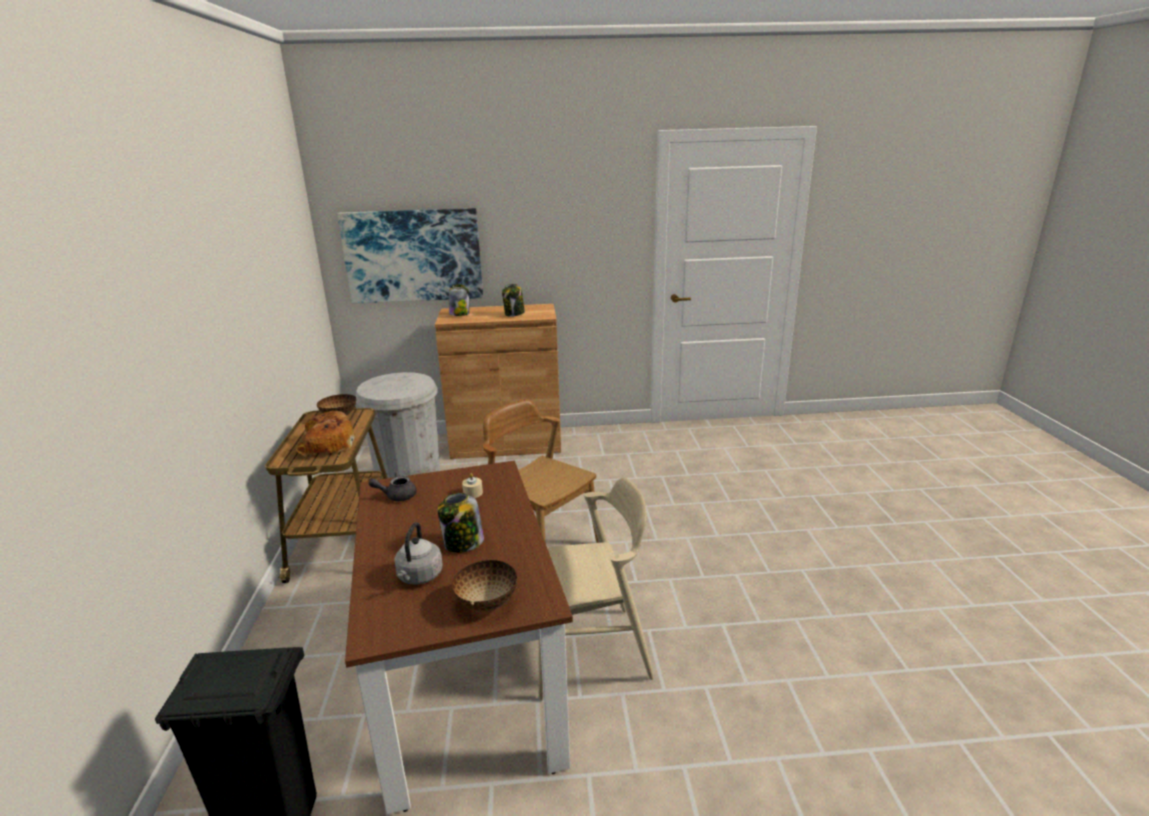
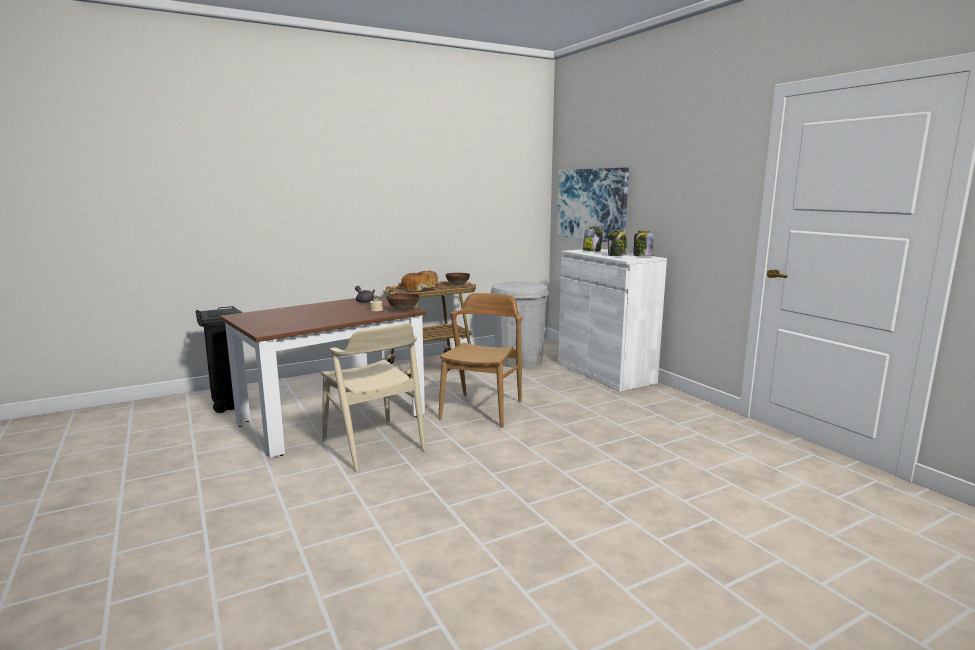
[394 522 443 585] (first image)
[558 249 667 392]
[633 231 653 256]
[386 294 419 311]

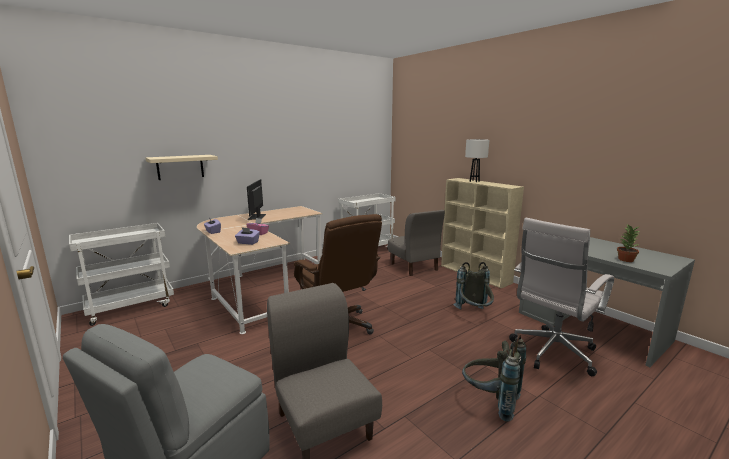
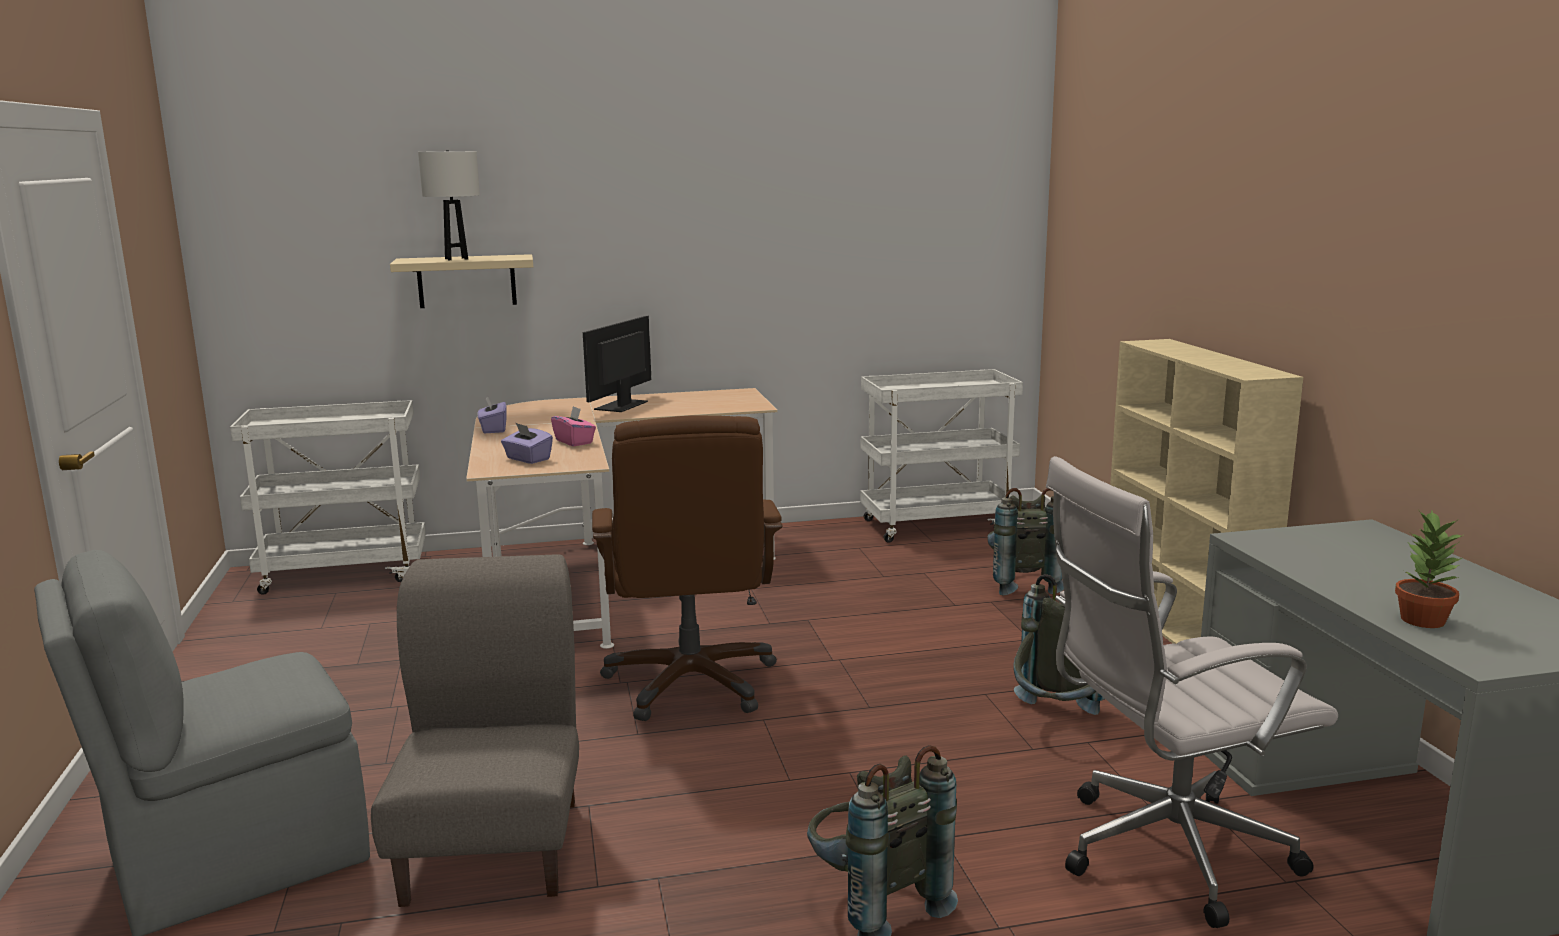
[988 488 1064 595]
[418 151 480 261]

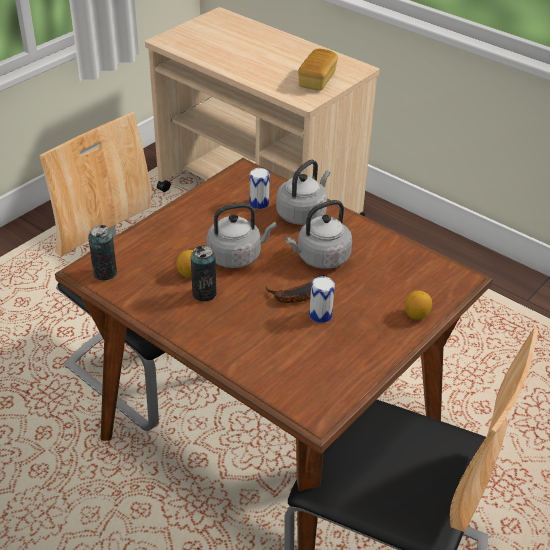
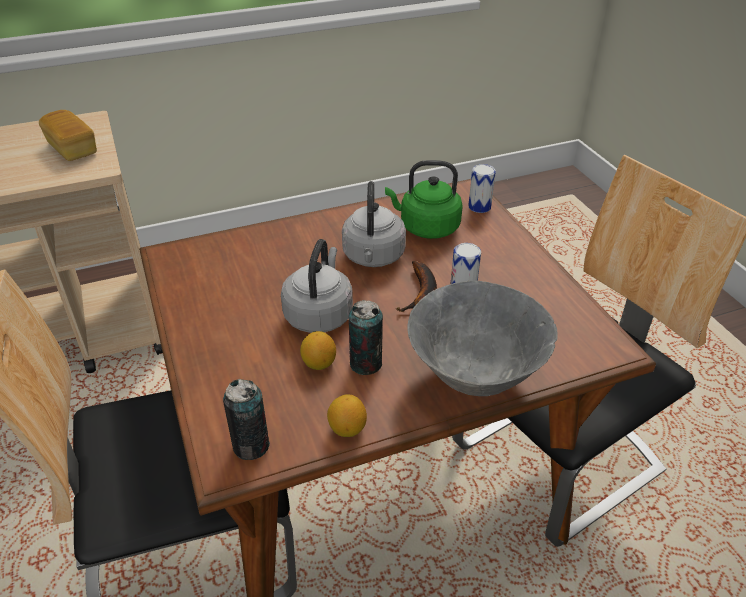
[468 164 496 213]
[276 160 330 225] (first image)
[327 394 367 437]
[385 160 463 239]
[407 281 558 396]

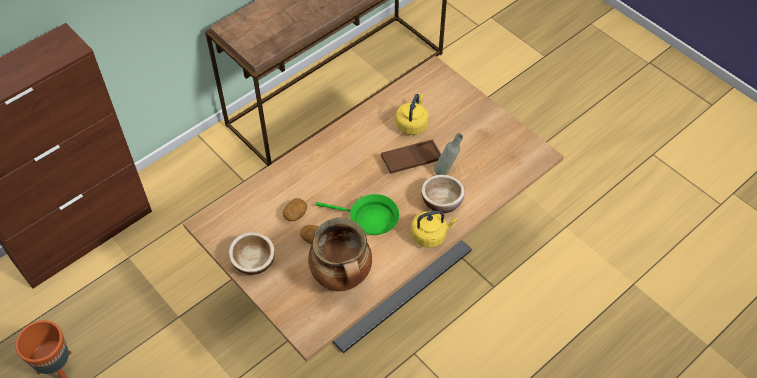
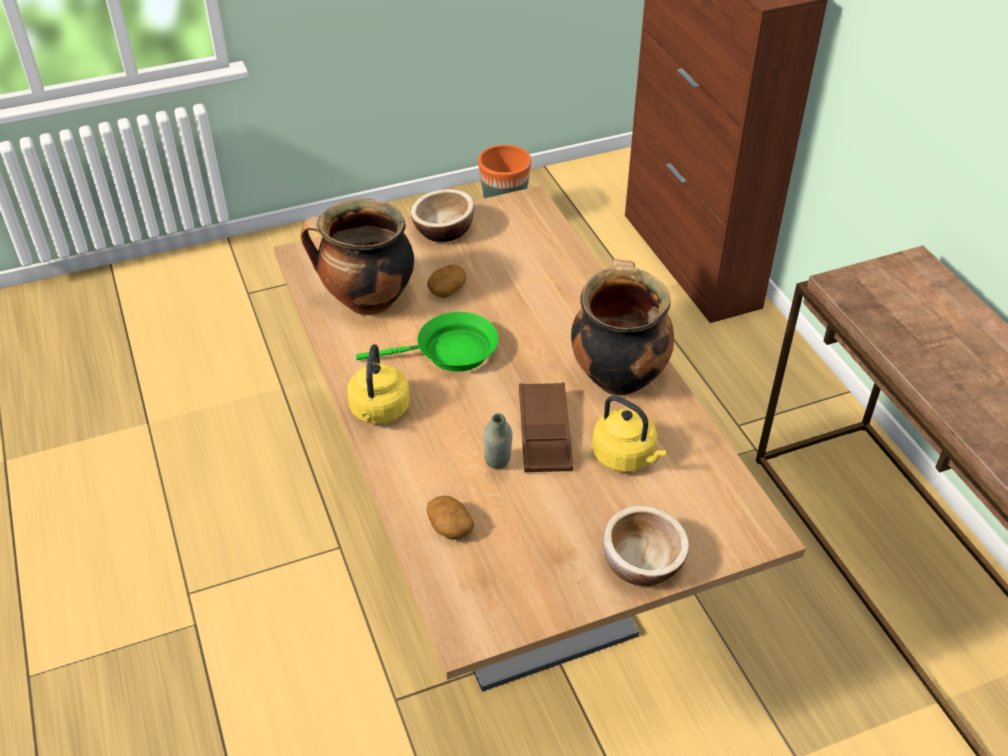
[427 496 474 540]
[356 312 499 372]
[603 506 689 586]
[571 259 674 396]

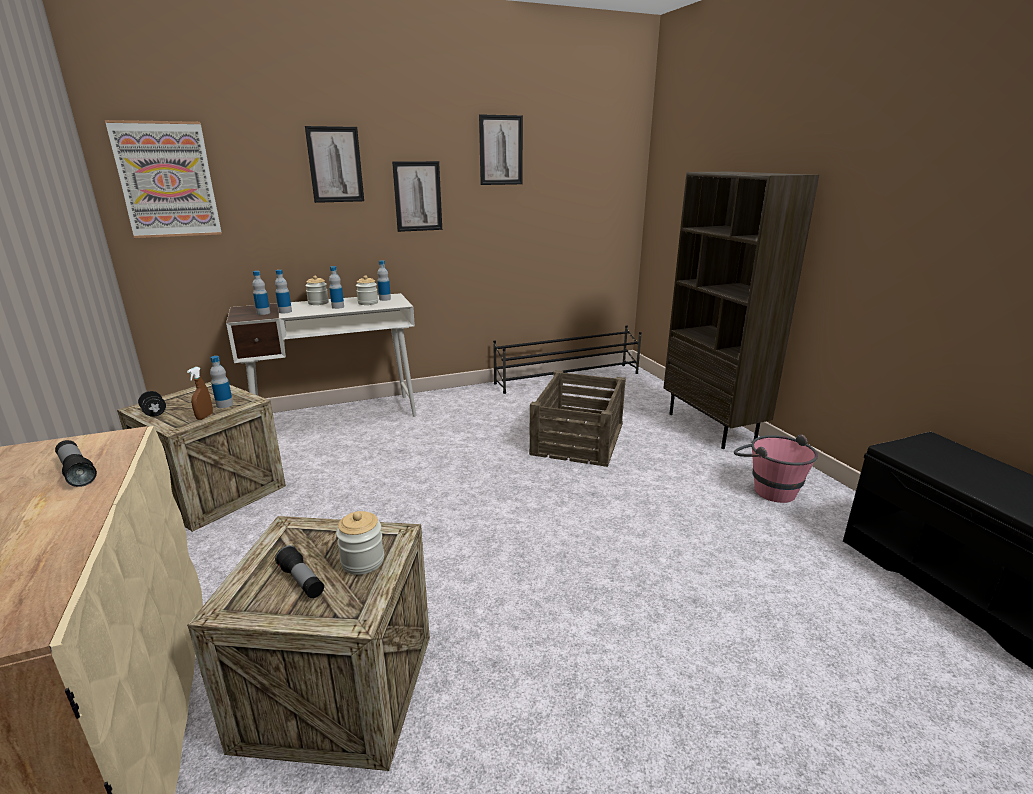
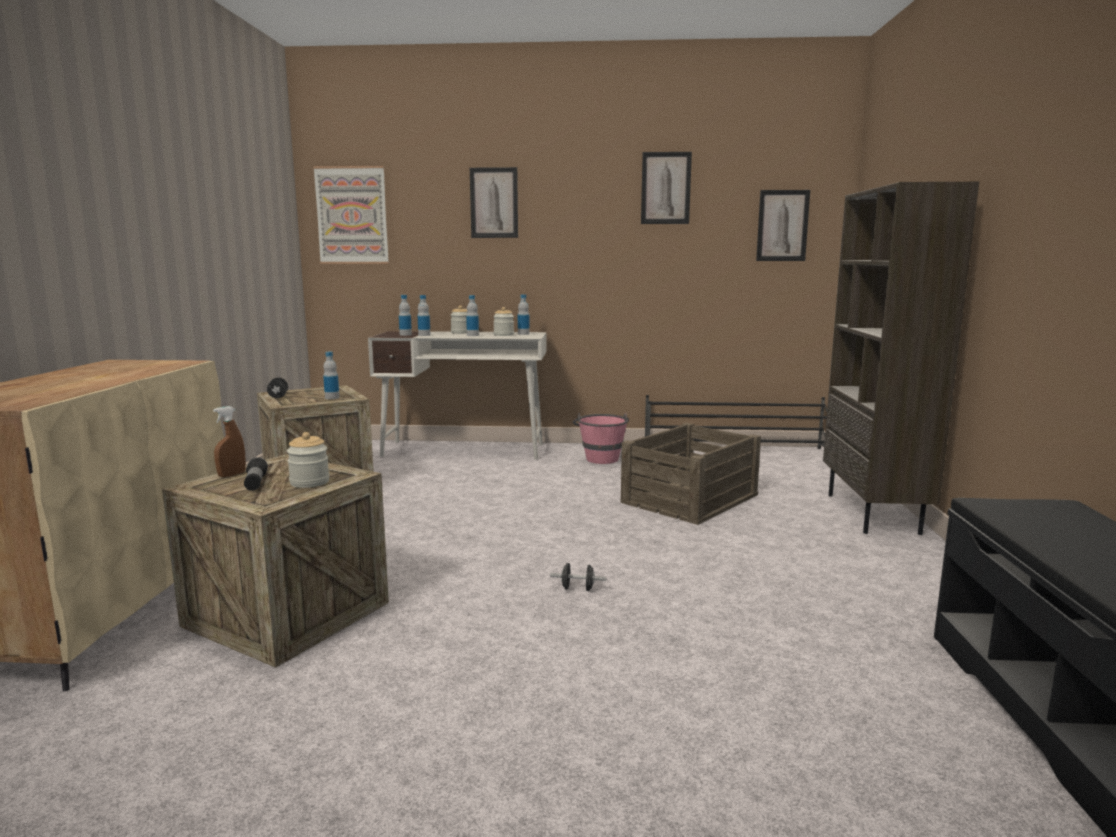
[55 440 97 487] (first image)
[213 406 246 477]
[756 190 810 261]
[573 412 629 464]
[550 563 606 591]

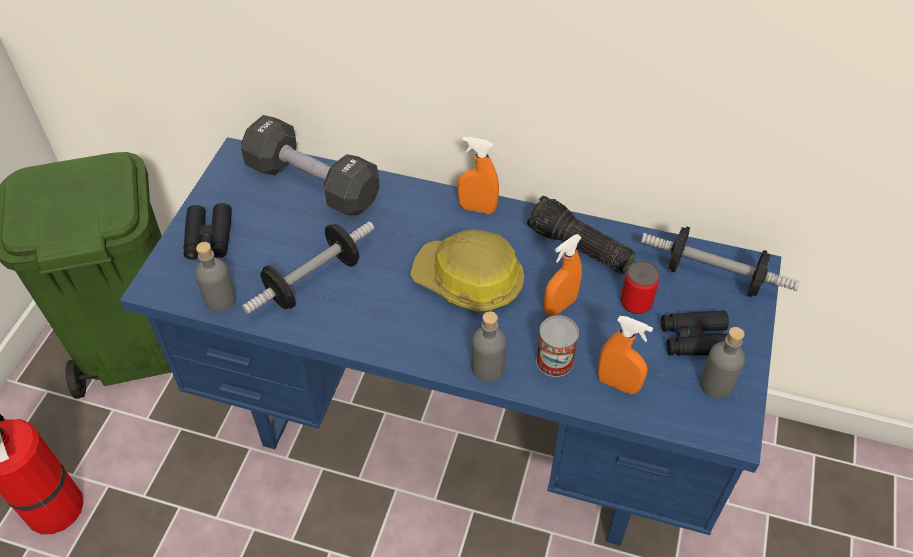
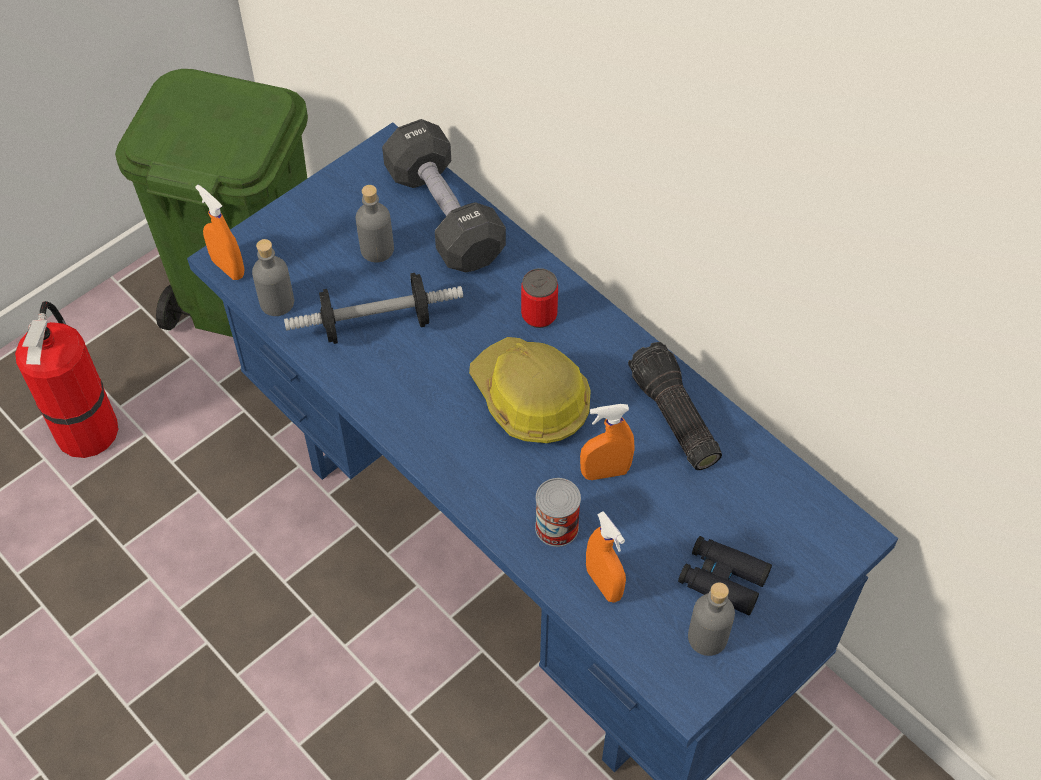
[183 203 232 260] (first image)
[195 185 244 280]
[356 185 394 262]
[521 268 558 328]
[641 226 800 297] (first image)

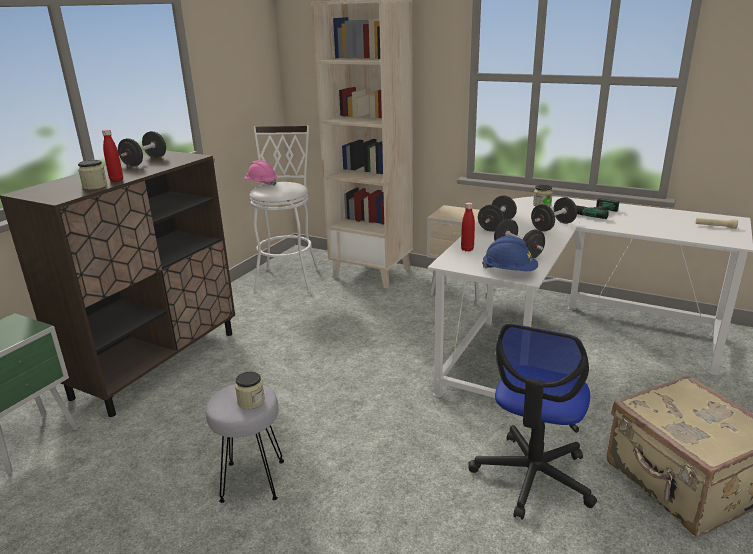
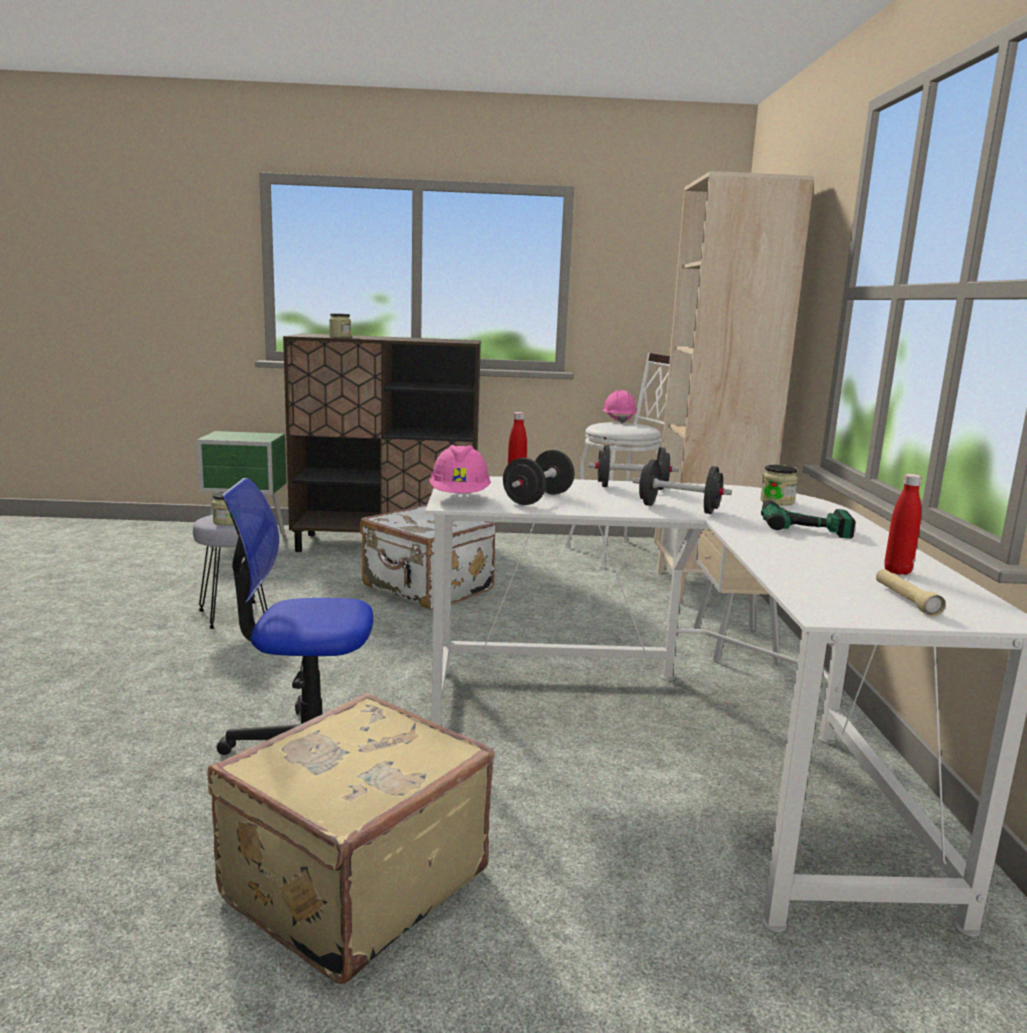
[884 474 922 575]
[118 131 166 167] (first image)
[429 445 491 493]
[360 504 496 610]

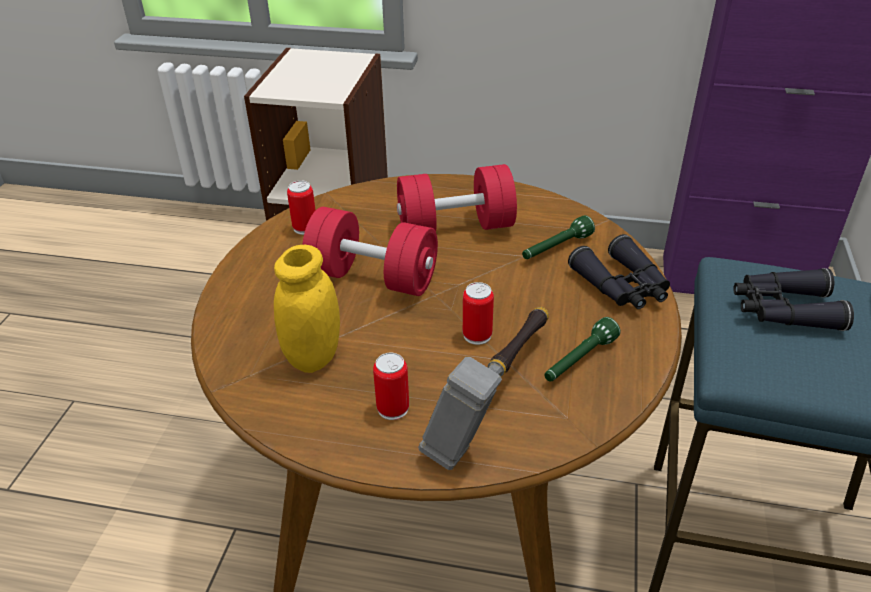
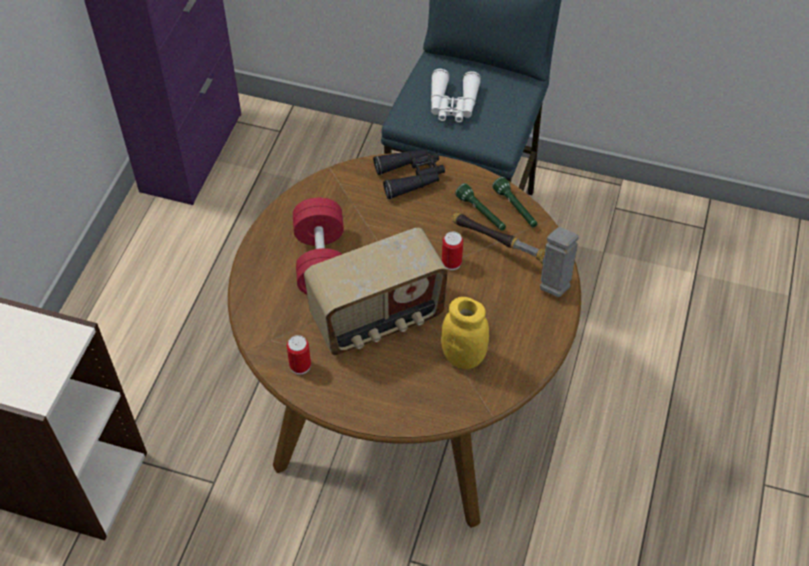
[304 228 448 355]
[373 353 409 420] (first image)
[492 177 537 227]
[431 69 481 123]

